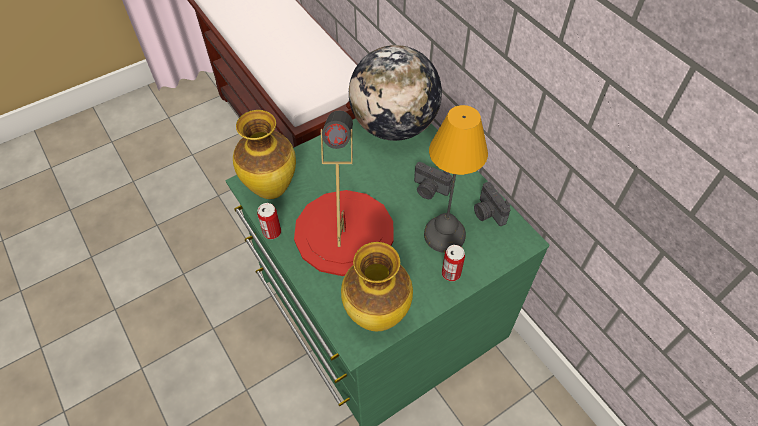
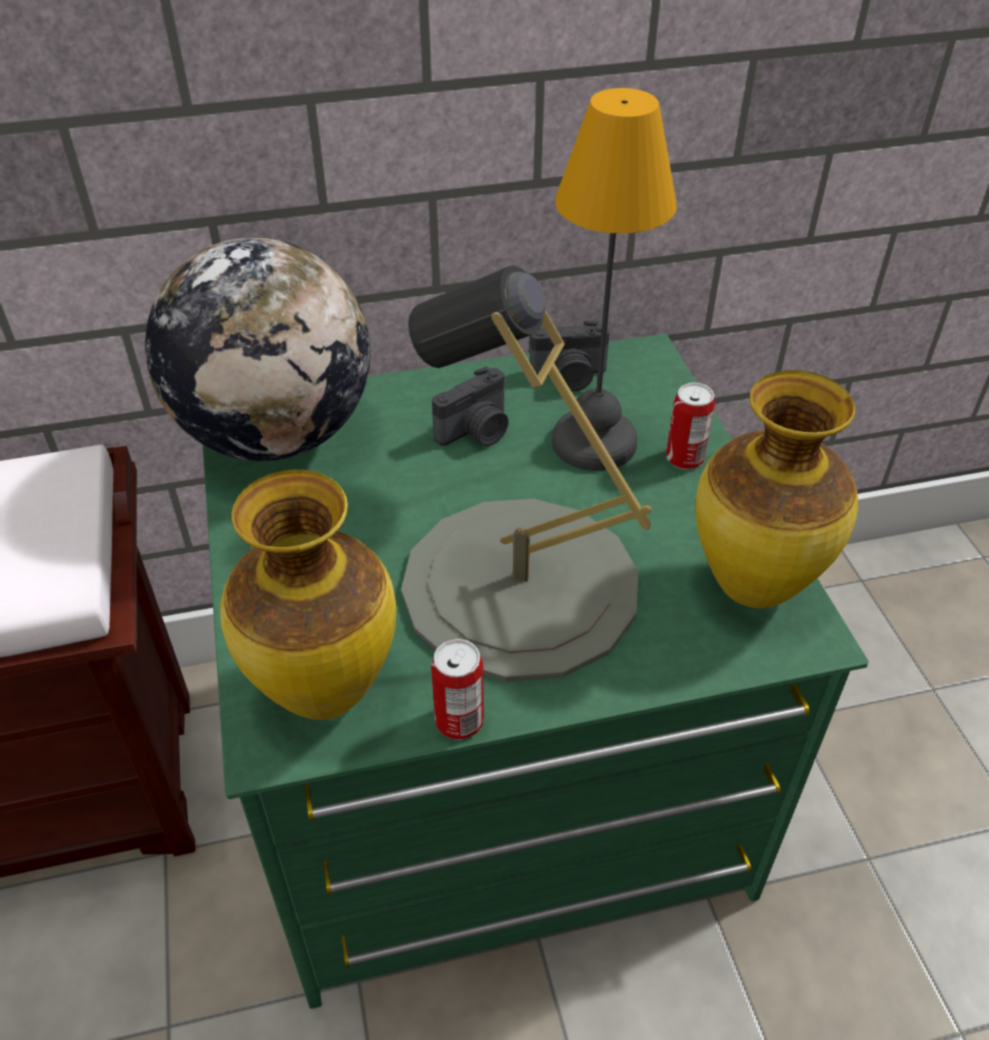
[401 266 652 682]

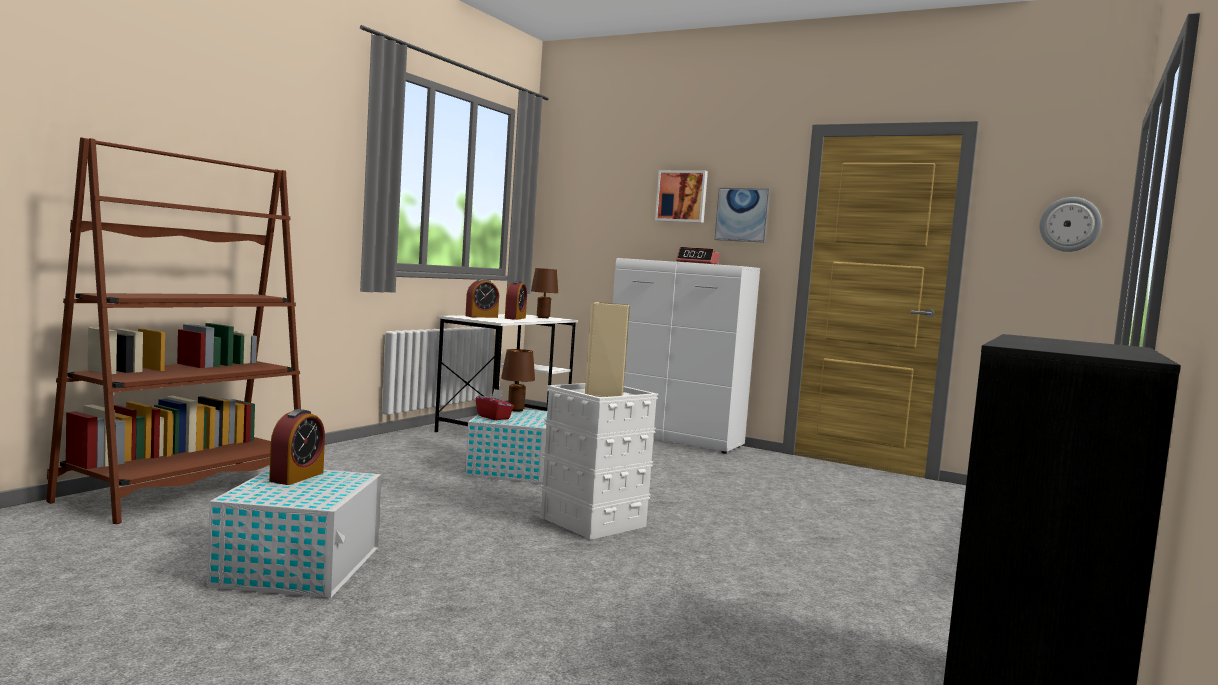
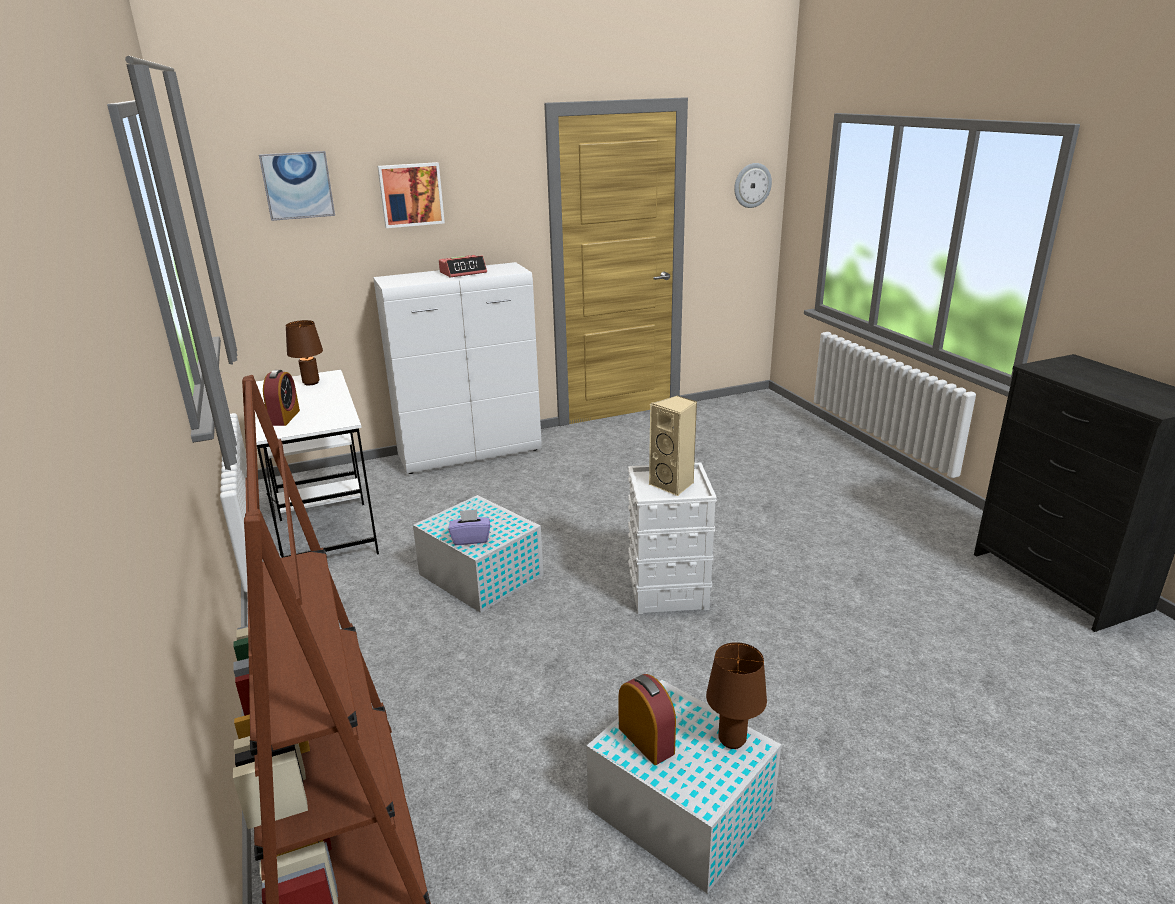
[448 509 490 545]
[706 642 767 749]
[505 281 527 320] (first image)
[259 151 335 221]

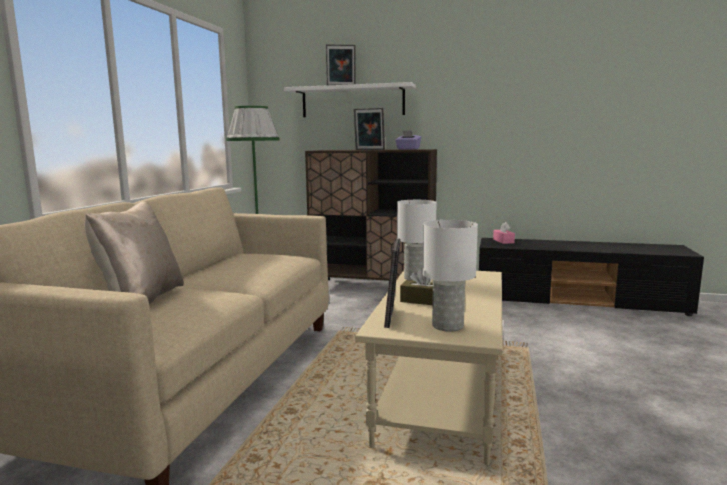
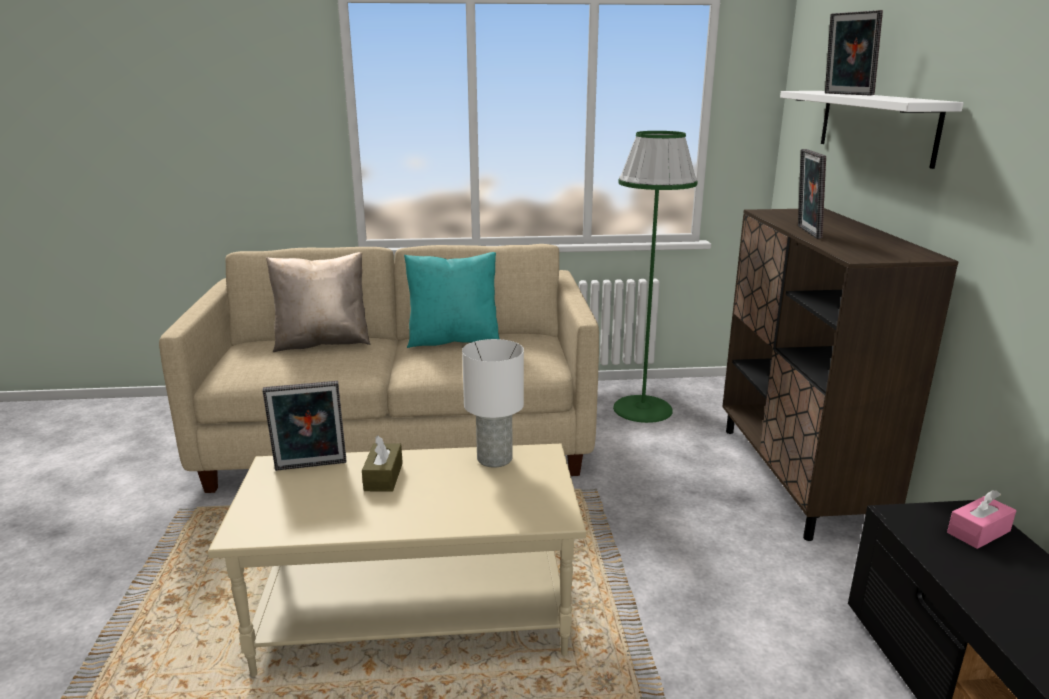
[395 131 422 150] (first image)
[423 220 478 332] (first image)
[404 252 499 348]

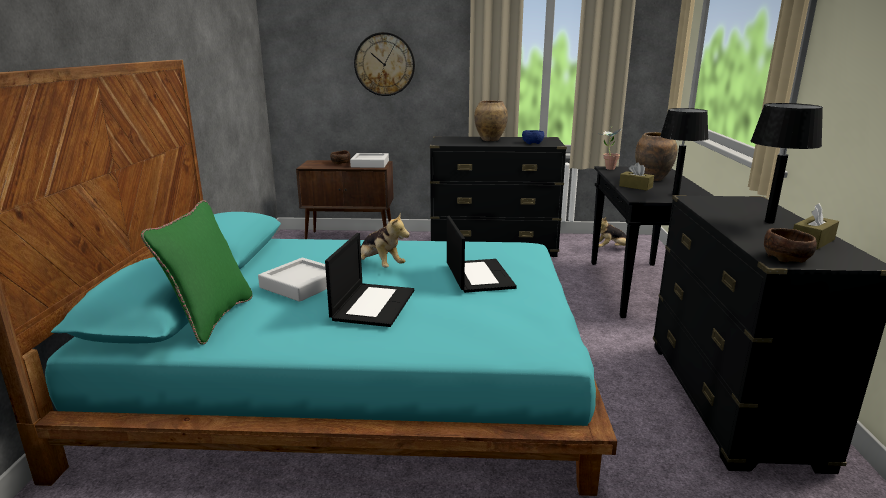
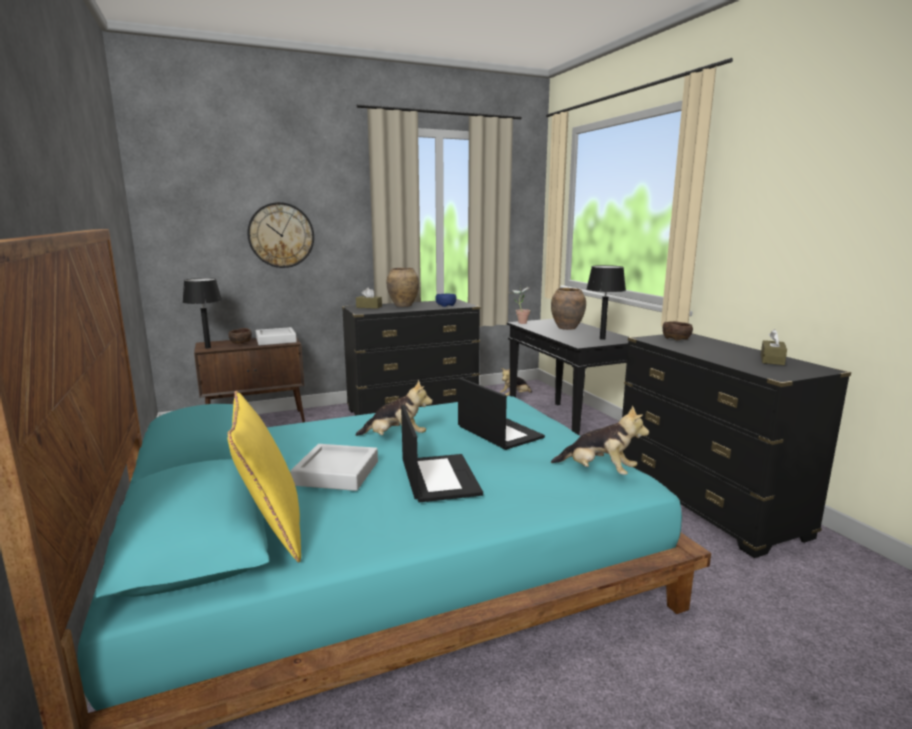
[228 391 301 563]
[356 288 382 309]
[183 278 222 348]
[663 321 693 340]
[551 405 649 475]

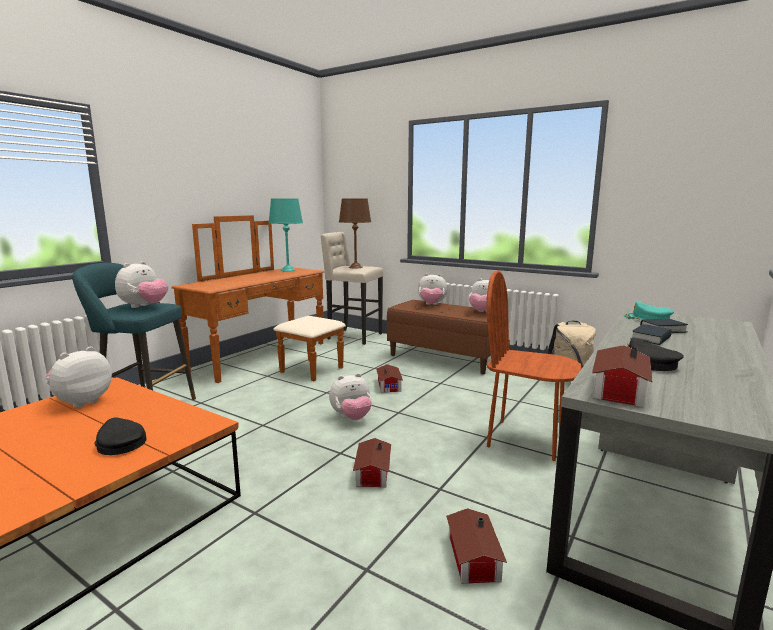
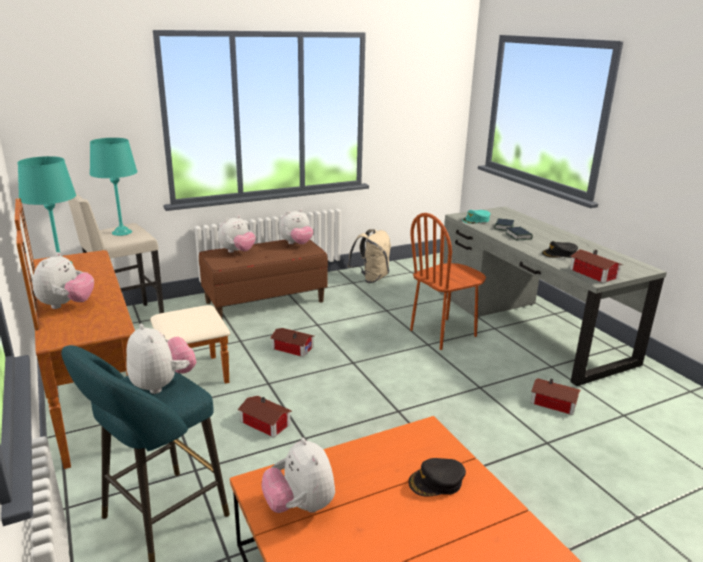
[32 252 94 309]
[90 138 137 236]
[237 396 292 438]

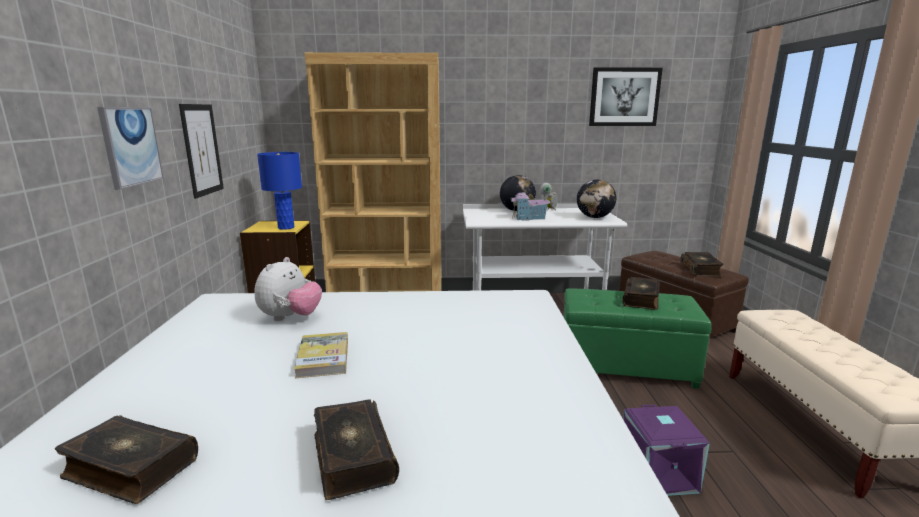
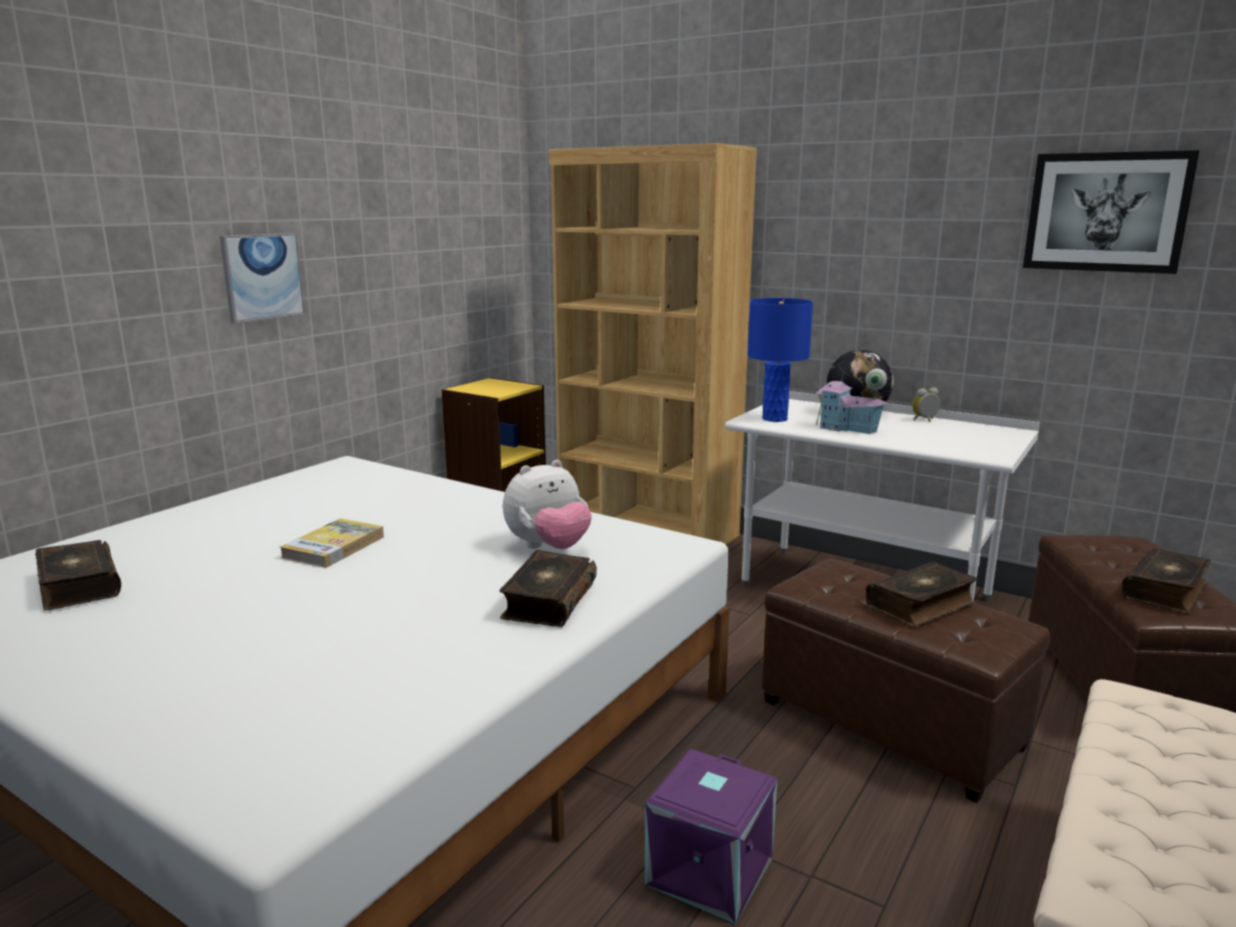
[179 104 224 199] (first image)
[503 460 592 549]
[747 298 813 422]
[499 550 597 627]
[762 559 1050 803]
[577 179 616 218] (first image)

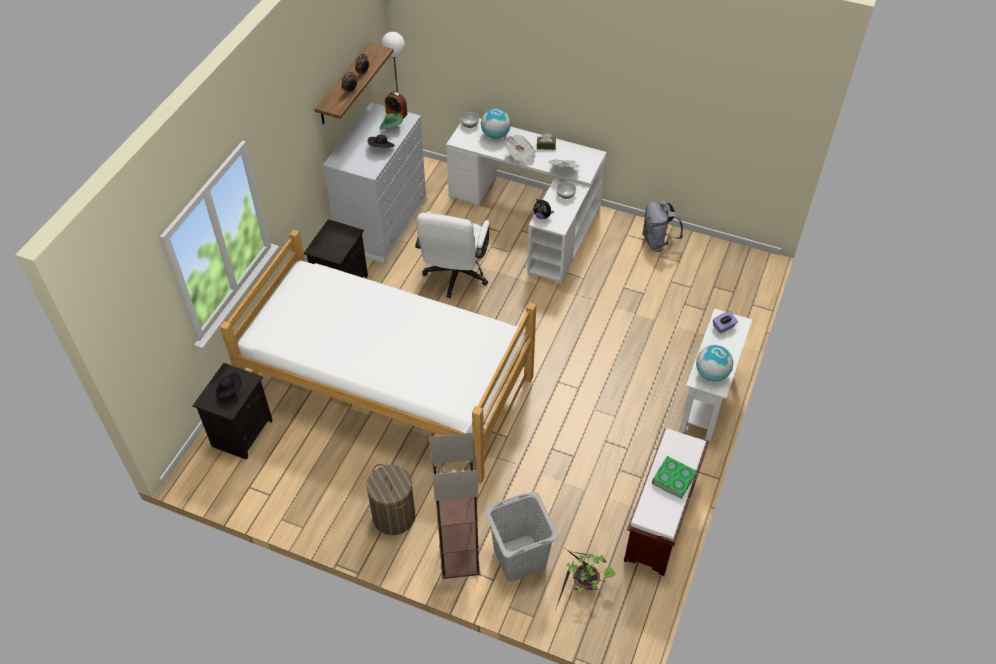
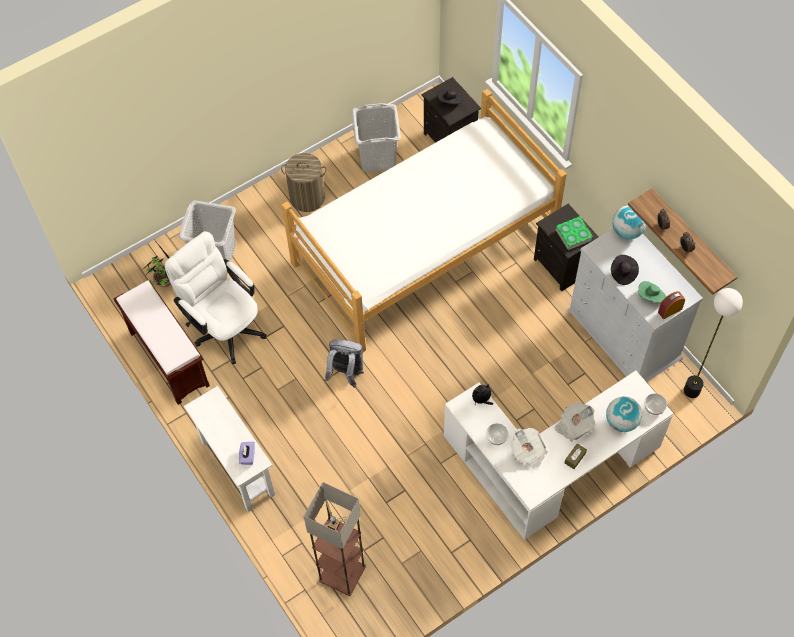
[165 231 266 364]
[304 482 366 596]
[325 339 364 388]
[556 216 593 250]
[612 205 646 239]
[351 103 401 172]

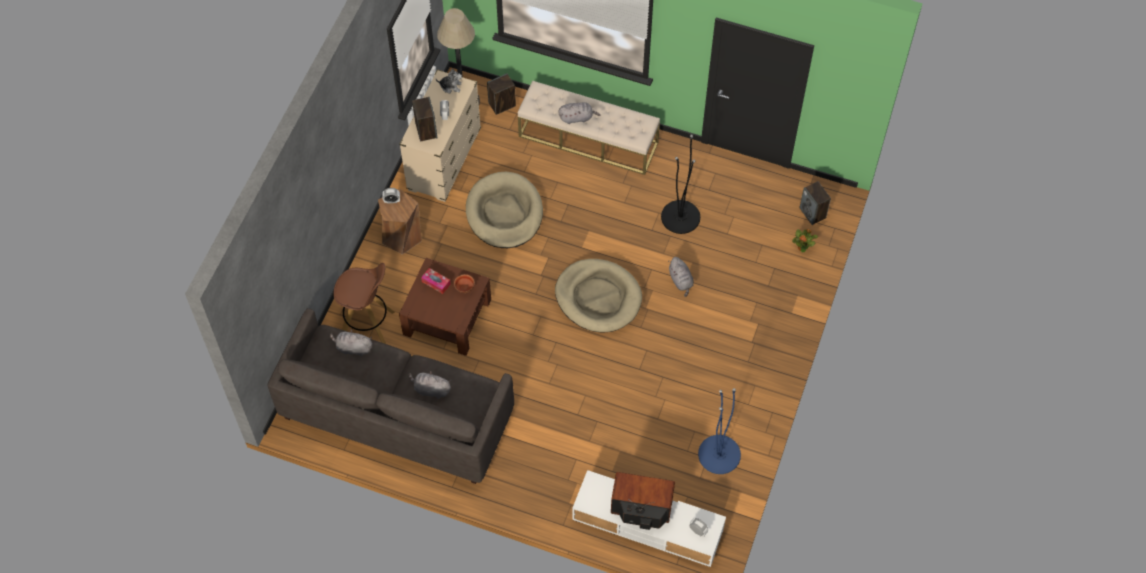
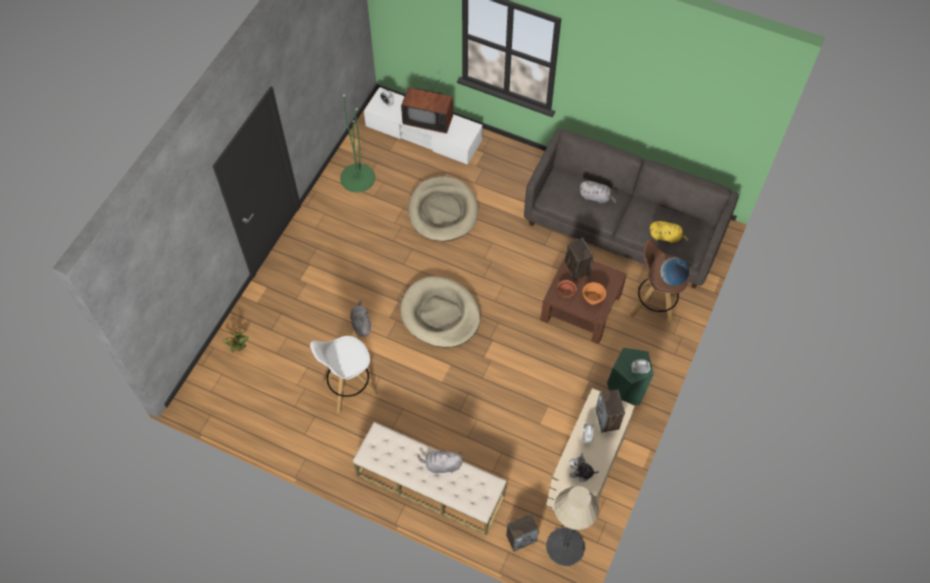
[650 221 689 243]
[607 348 654 405]
[582 282 606 305]
[408 176 478 241]
[310 336 379 414]
[340 94 375 192]
[565 238 593 280]
[660 257 689 286]

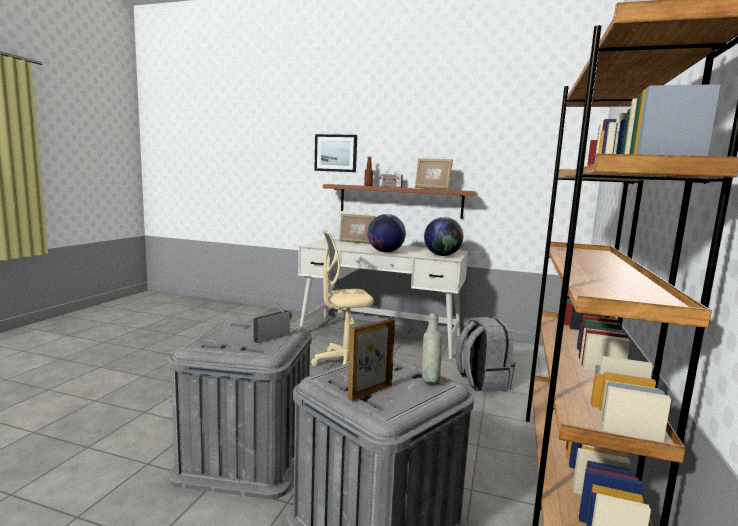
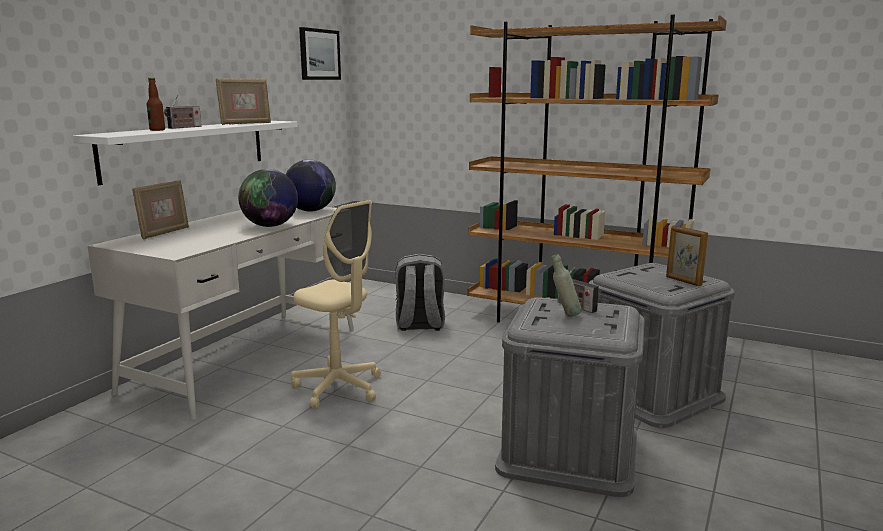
[291 200 381 408]
[299 27 341 80]
[73 121 298 185]
[551 254 582 317]

